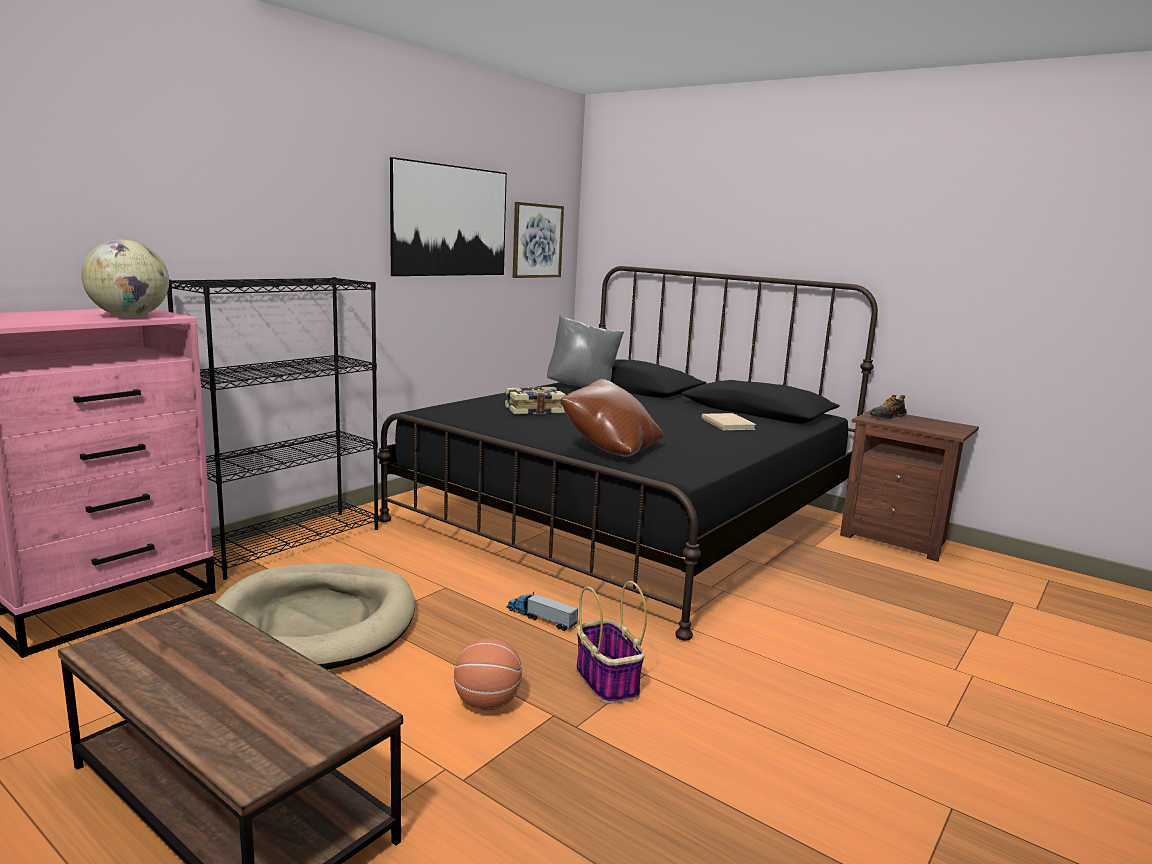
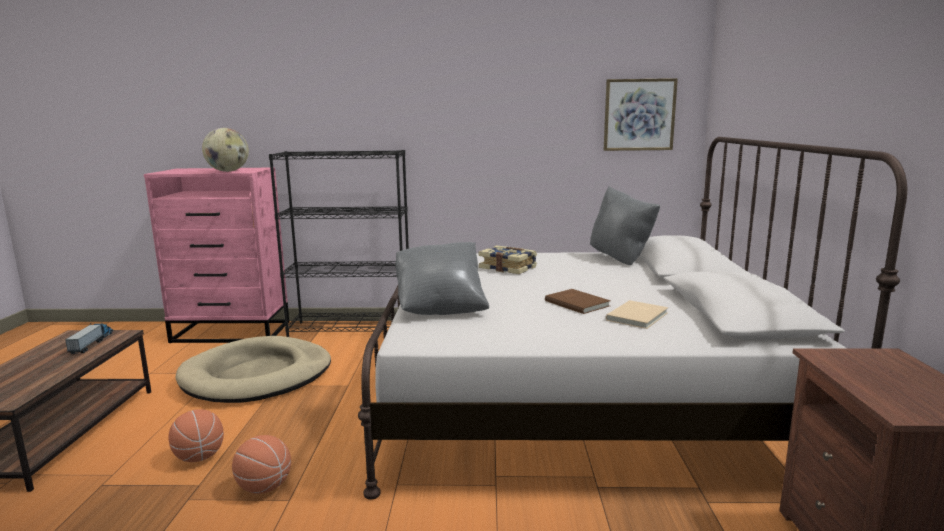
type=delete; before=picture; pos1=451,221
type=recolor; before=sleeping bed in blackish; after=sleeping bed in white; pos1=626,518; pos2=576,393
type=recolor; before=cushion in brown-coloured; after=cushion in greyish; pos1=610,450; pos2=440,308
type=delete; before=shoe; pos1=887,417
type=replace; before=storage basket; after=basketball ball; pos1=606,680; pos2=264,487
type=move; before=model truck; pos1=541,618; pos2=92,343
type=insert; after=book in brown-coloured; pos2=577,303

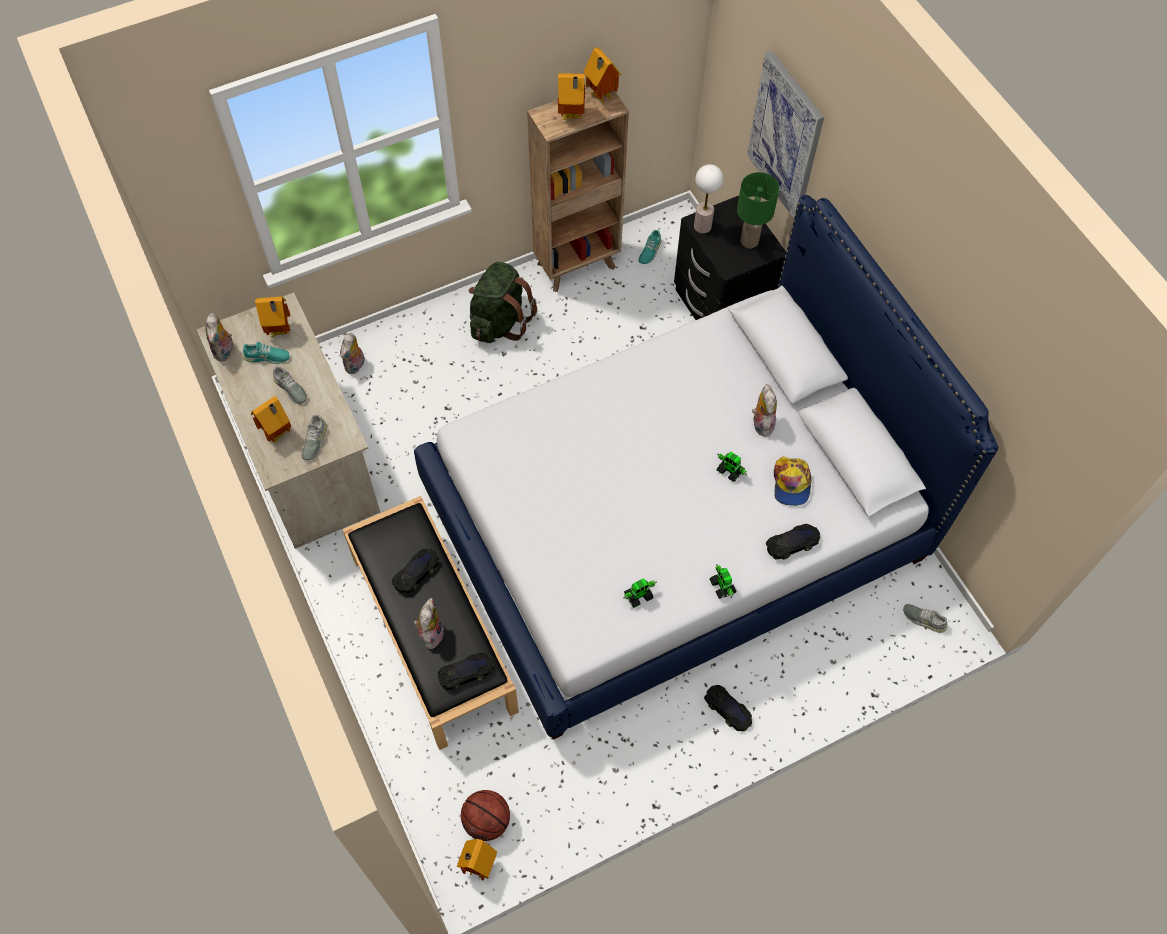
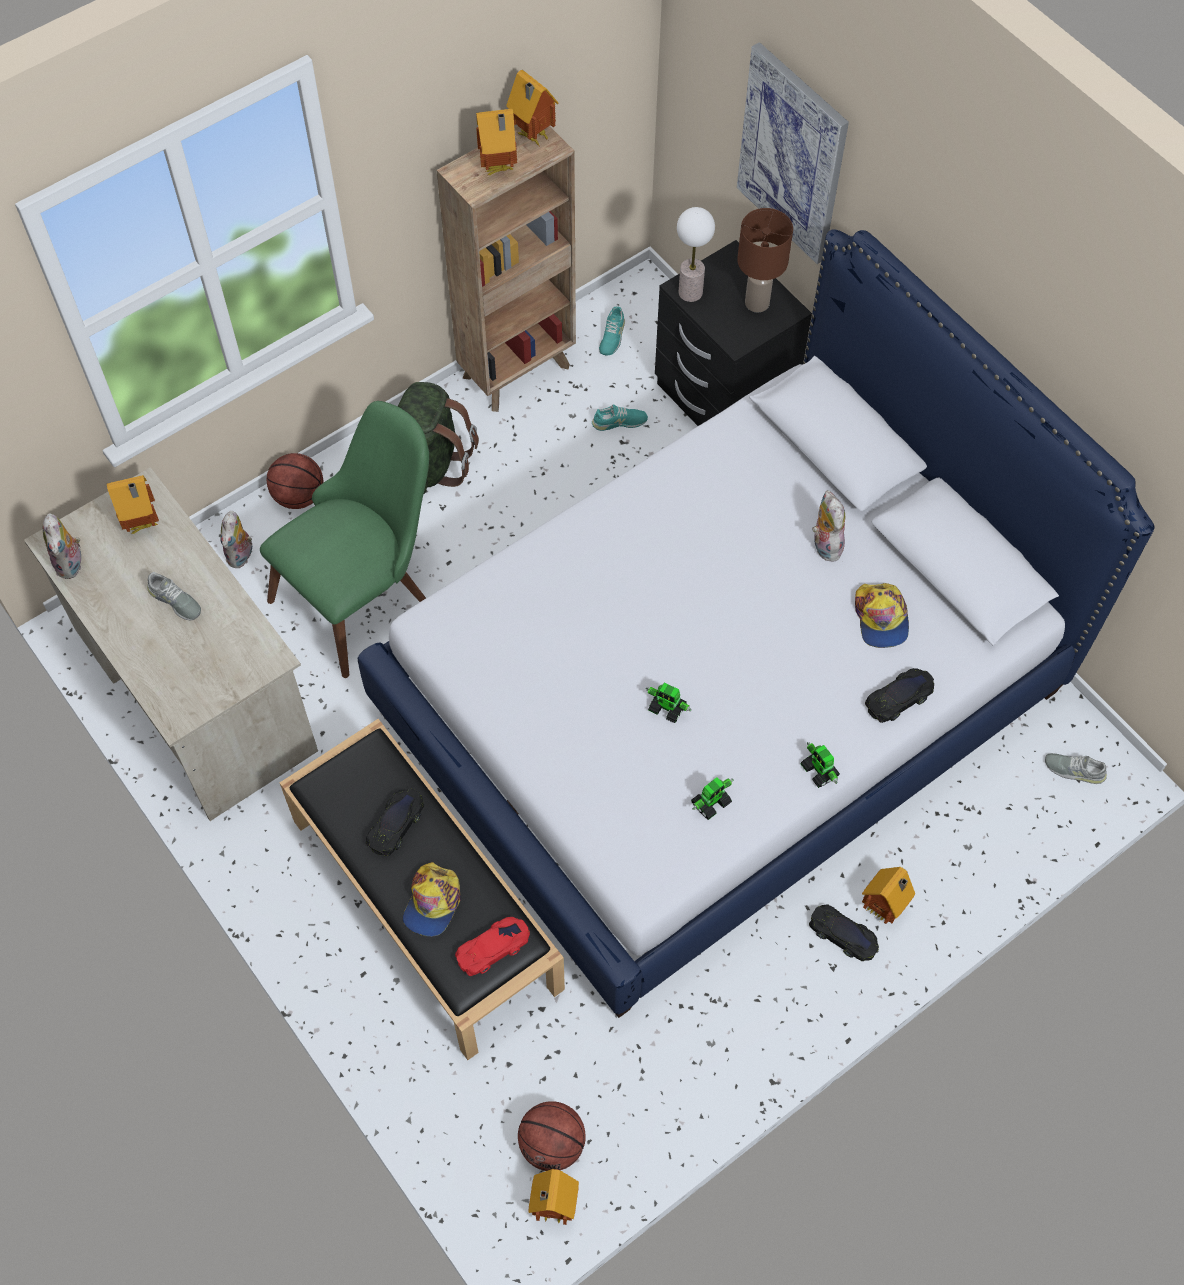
type=recolor; before=table lamp in green; after=table lamp in brown-coloured; pos1=749,240; pos2=756,302
type=move; before=shoe in turquoise-coloured; pos1=266,357; pos2=619,422
type=move; before=toy house; pos1=278,434; pos2=884,909
type=delete; before=shoe in greyish; pos1=314,441
type=move; before=robot figure; pos1=730,471; pos2=667,708
type=replace; before=cuddly toy; after=peaked cap; pos1=430,633; pos2=432,902
type=recolor; before=miniature car in blackish; after=miniature car in reddish; pos1=466,673; pos2=493,948
type=insert; after=chair in green; pos2=365,591
type=insert; after=basketball ball; pos2=298,496

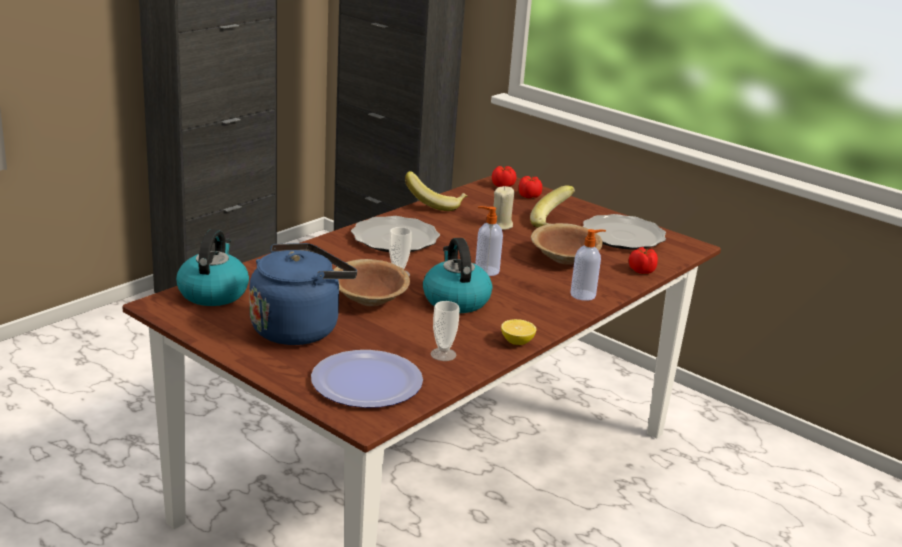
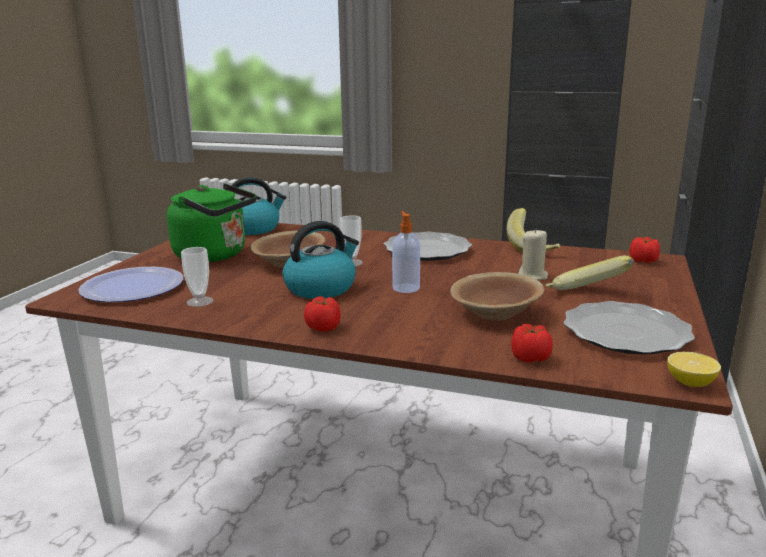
type=move; before=whole tomato; pos1=529,196; pos2=324,327
type=delete; before=soap dispenser; pos1=584,295
type=recolor; before=tea kettle in blue; after=tea kettle in green; pos1=298,328; pos2=215,255
type=move; before=whole lemon; pos1=517,342; pos2=690,383

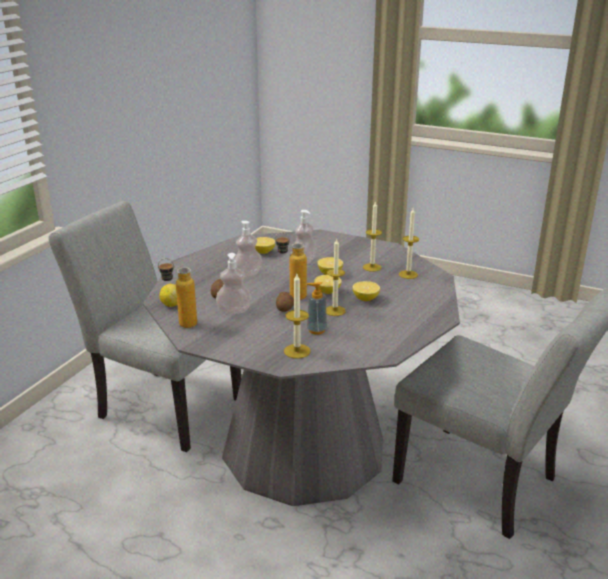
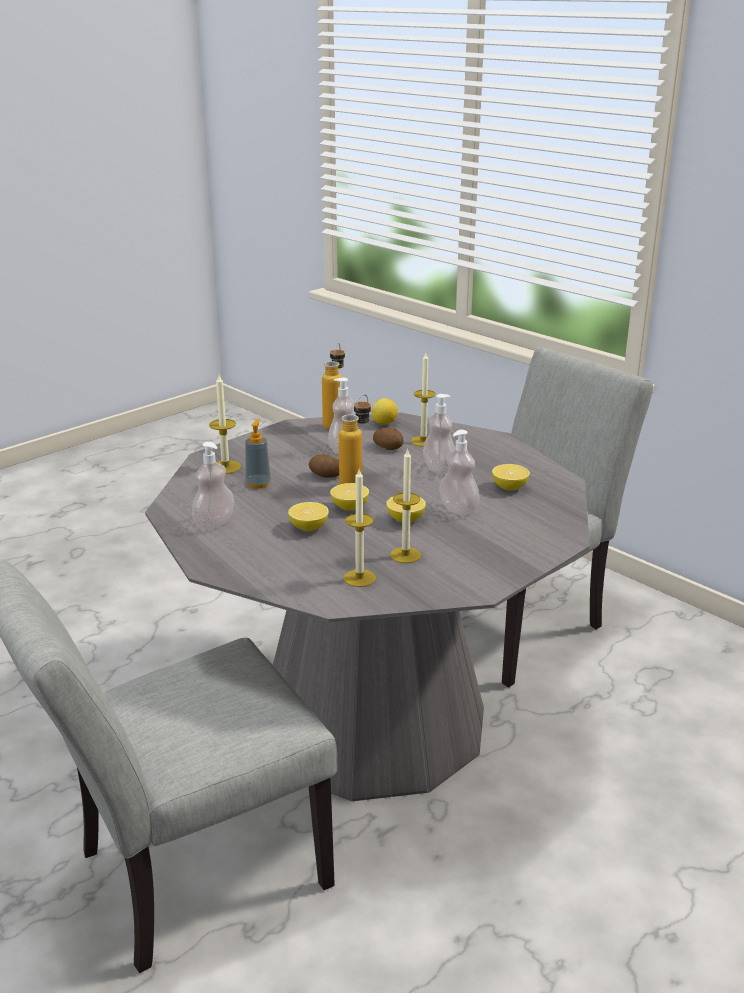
type=move; before=candle; pos1=335,311; pos2=423,441
type=insert; after=soap dispenser; pos2=214,523

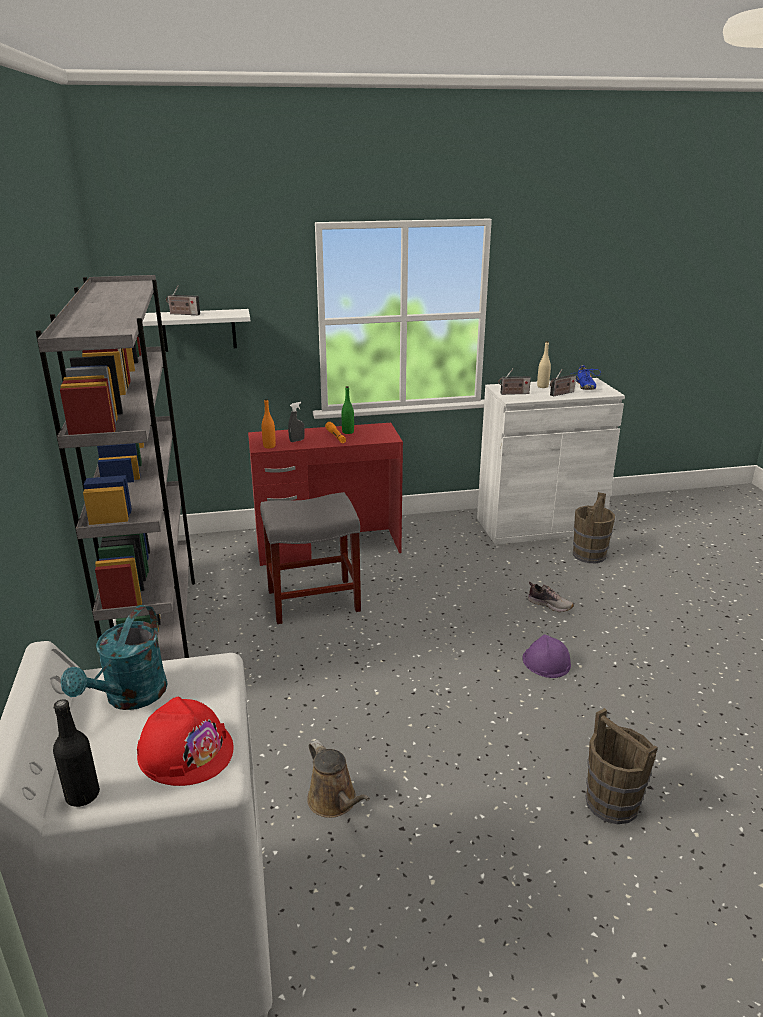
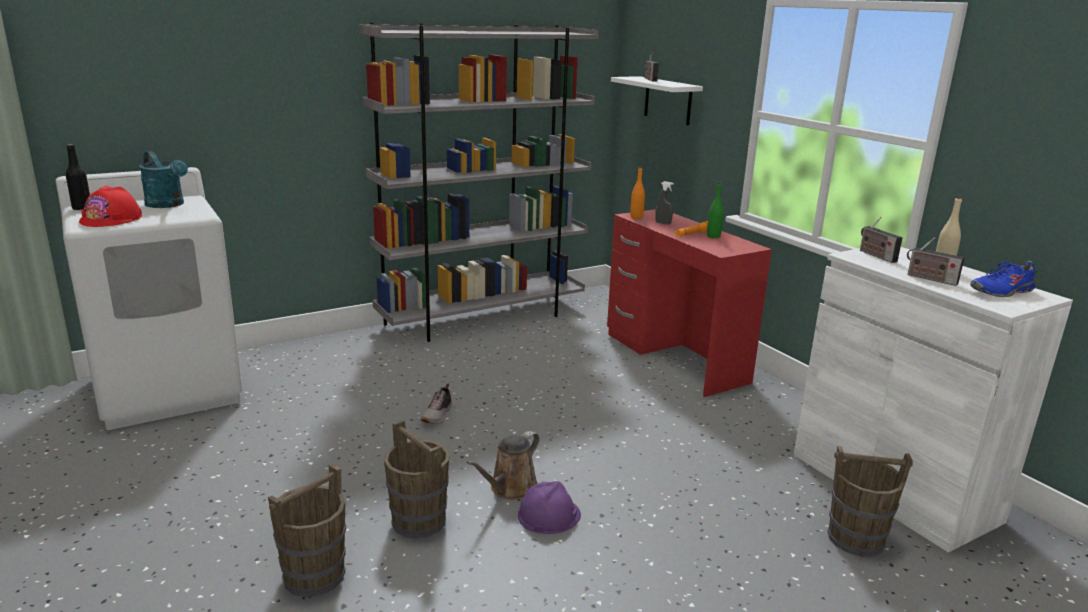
type=delete; before=stool seat in greyish; pos1=312,601
type=move; before=shoe; pos1=549,605; pos2=438,415
type=rotate; before=sprinkling can in turquoise-coloured; pos1=130,698; pos2=168,205; turn=-135
type=move; before=sprinkling can in brown-coloured; pos1=334,802; pos2=510,488
type=insert; after=bucket in brown-coloured; pos2=418,520

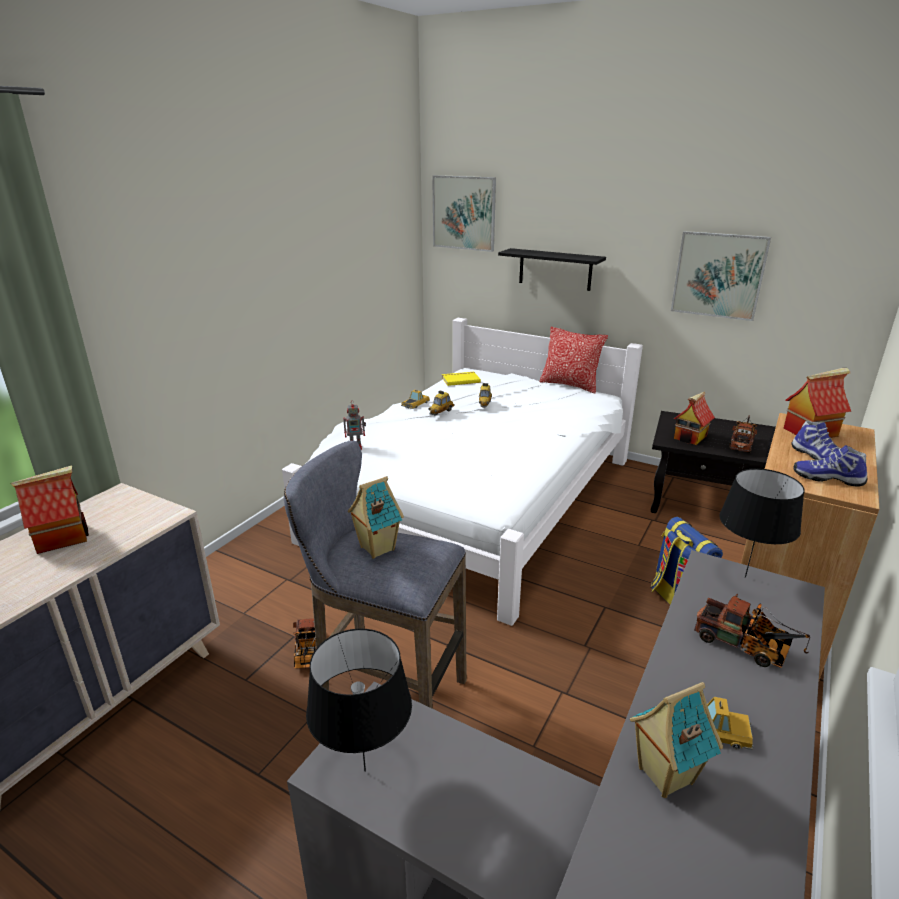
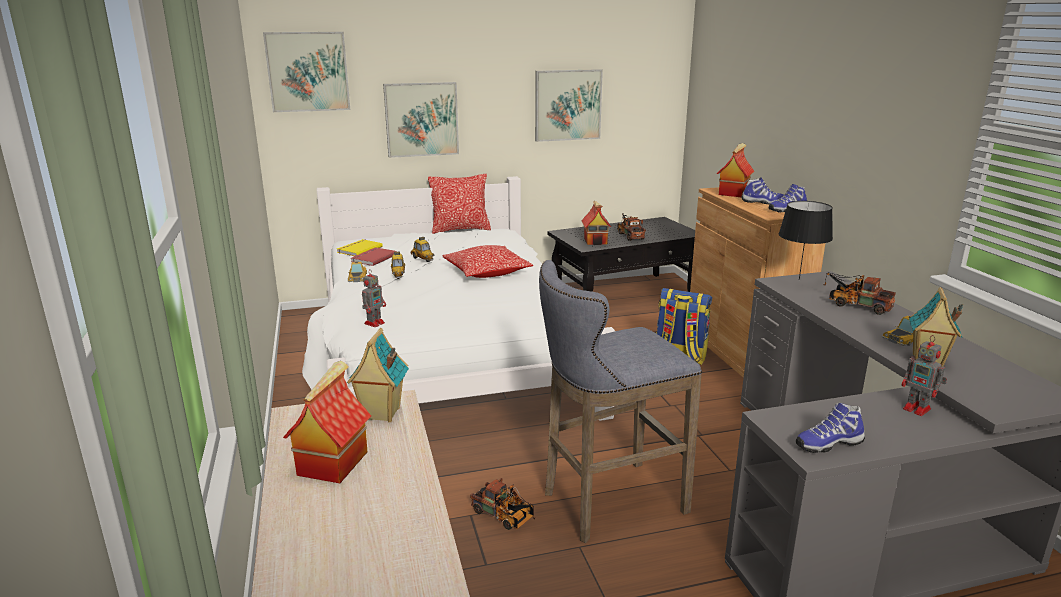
type=replace; before=bracket shelf in blackish; after=picture; pos1=555,269; pos2=421,119
type=move; before=toy house; pos1=376,548; pos2=380,414
type=rotate; before=model truck; pos1=746,647; pos2=855,305; turn=-135
type=replace; before=table lamp in blackish; after=shoe; pos1=365,772; pos2=828,443
type=insert; after=cushion; pos2=487,272
type=insert; after=book in reddish; pos2=373,258
type=insert; after=robot figure; pos2=918,409

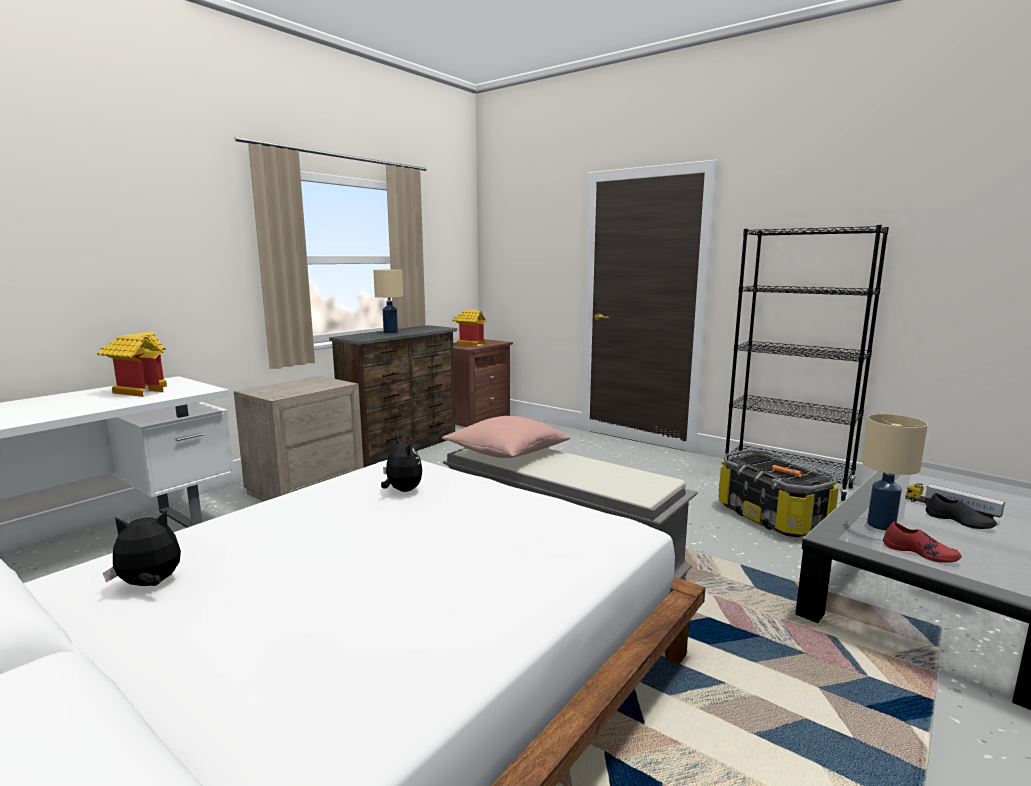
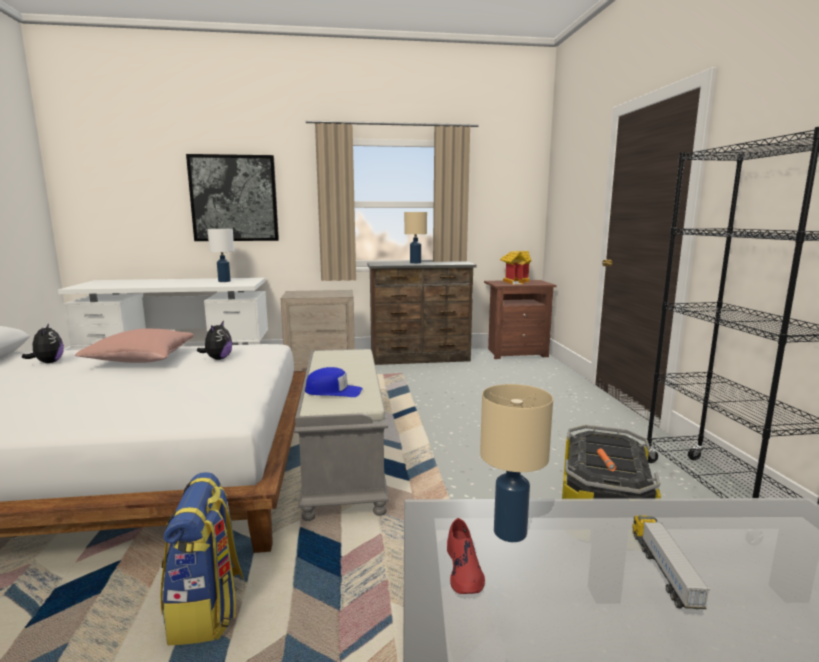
type=replace; before=toy house; after=table lamp in white; pos1=139,390; pos2=224,281
type=move; before=cushion in pink; pos1=506,453; pos2=141,359
type=delete; before=shoe in blackish; pos1=959,521
type=rotate; before=cuddly toy; pos1=150,585; pos2=48,362; turn=45
type=insert; after=picture; pos2=234,198
type=insert; after=peaked cap in blue; pos2=334,391
type=insert; after=knapsack; pos2=207,609

